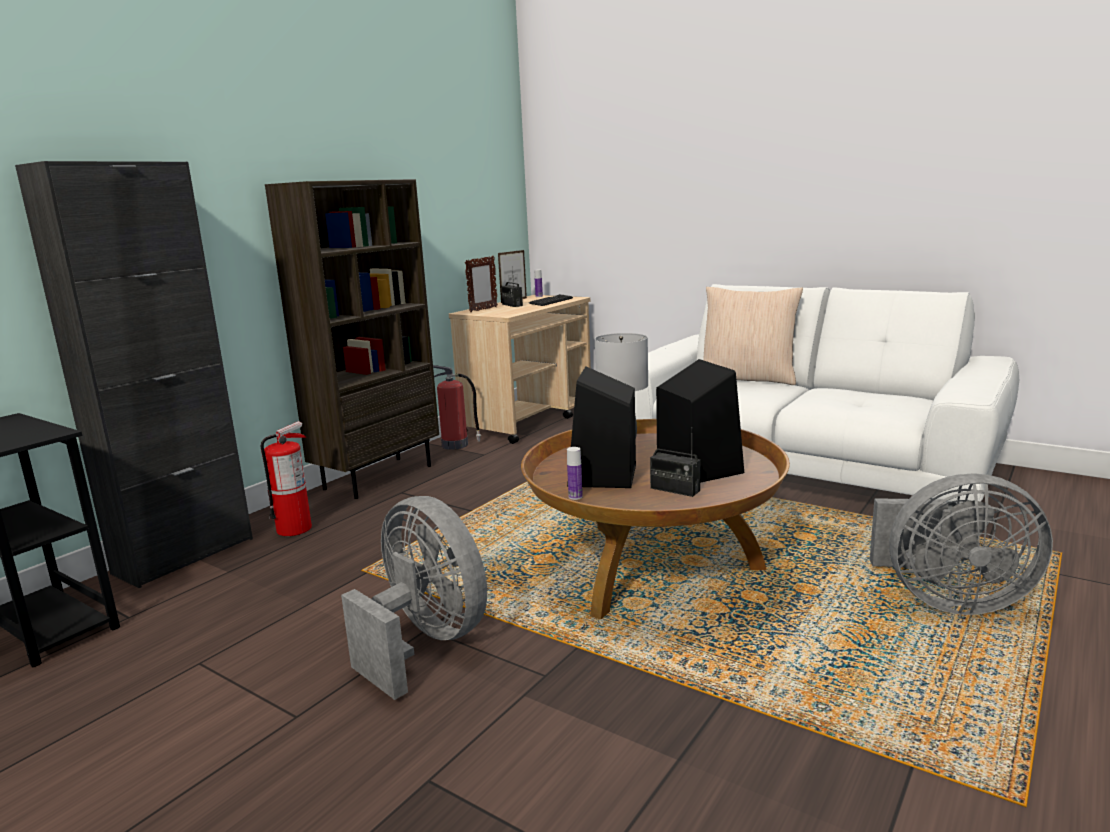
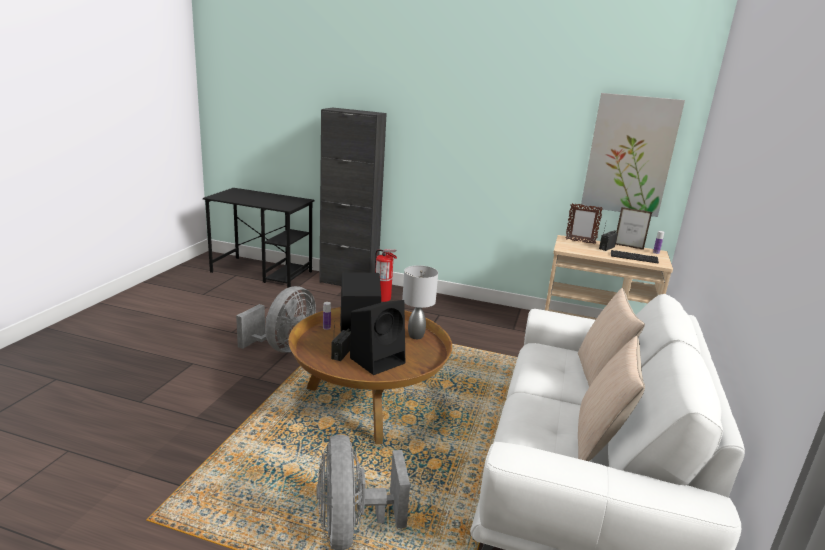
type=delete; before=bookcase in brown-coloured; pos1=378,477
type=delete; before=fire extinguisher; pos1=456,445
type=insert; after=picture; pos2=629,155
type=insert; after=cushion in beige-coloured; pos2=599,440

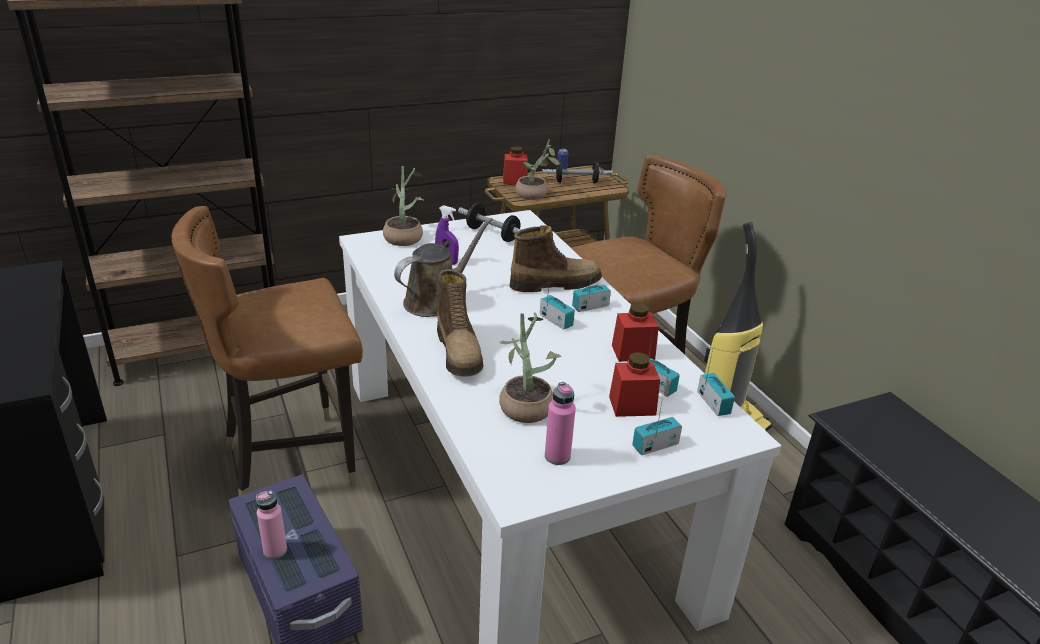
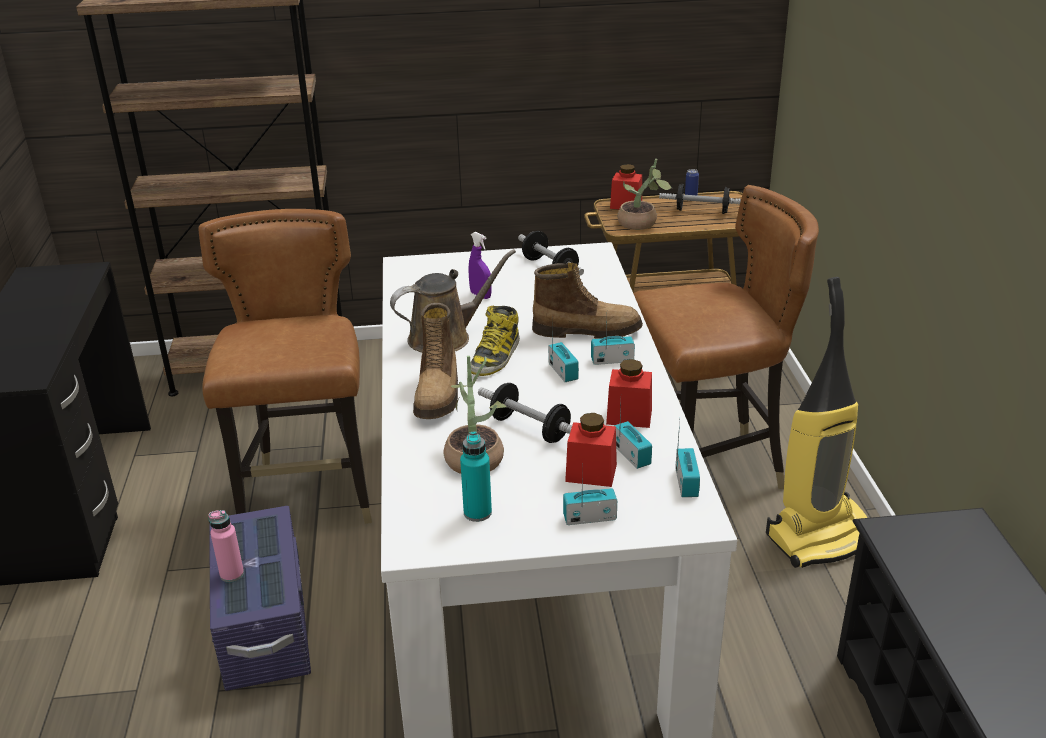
type=delete; before=houseplant; pos1=404,236
type=rotate; before=chair in brown-coloured; pos1=293,461; pos2=309,496; turn=90
type=recolor; before=drink bottle in pink; after=drink bottle in turquoise-coloured; pos1=557,456; pos2=477,513
type=insert; after=boot; pos2=495,357
type=insert; after=dumbbell; pos2=530,428

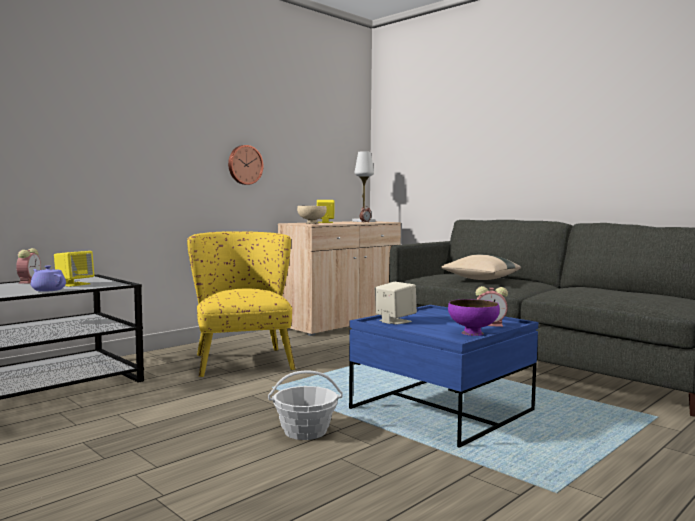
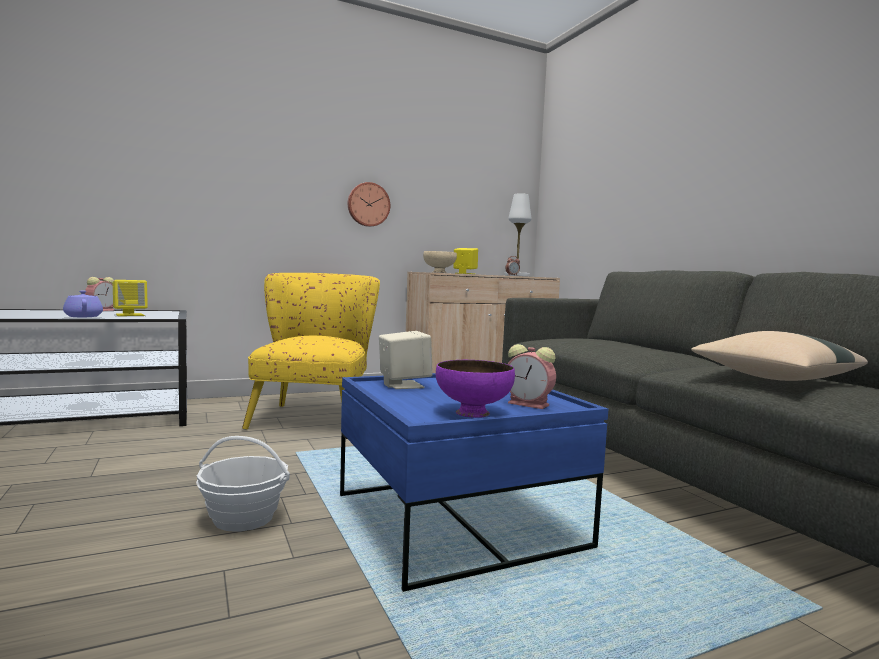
type=move; before=cushion in beige-coloured; pos1=480,279; pos2=772,378

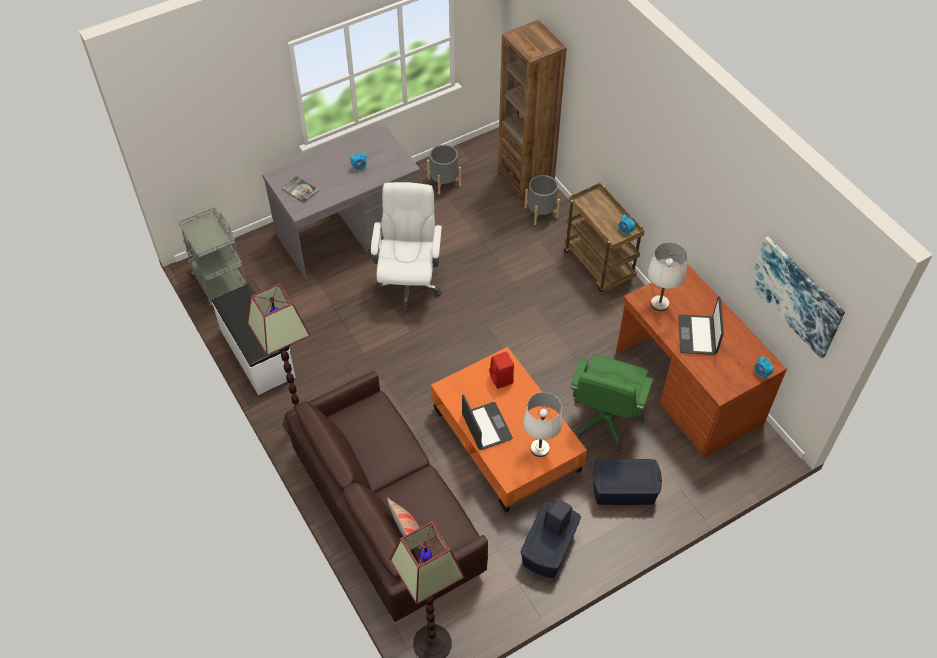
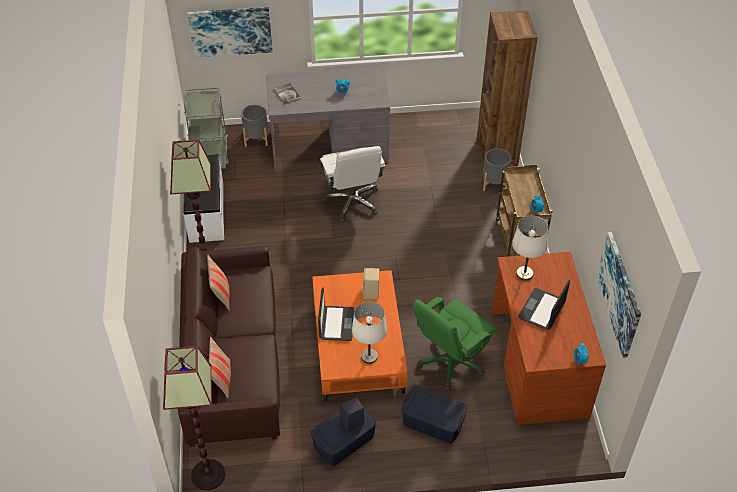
type=move; before=flower pot in greyish; pos1=444,182; pos2=256,138
type=rotate; before=computer chair in white; pos1=408,284; pos2=352,201; turn=135
type=recolor; before=speaker in reddish; after=speaker in beige-coloured; pos1=502,379; pos2=371,293
type=insert; after=picture; pos2=230,31
type=insert; after=cushion; pos2=221,294

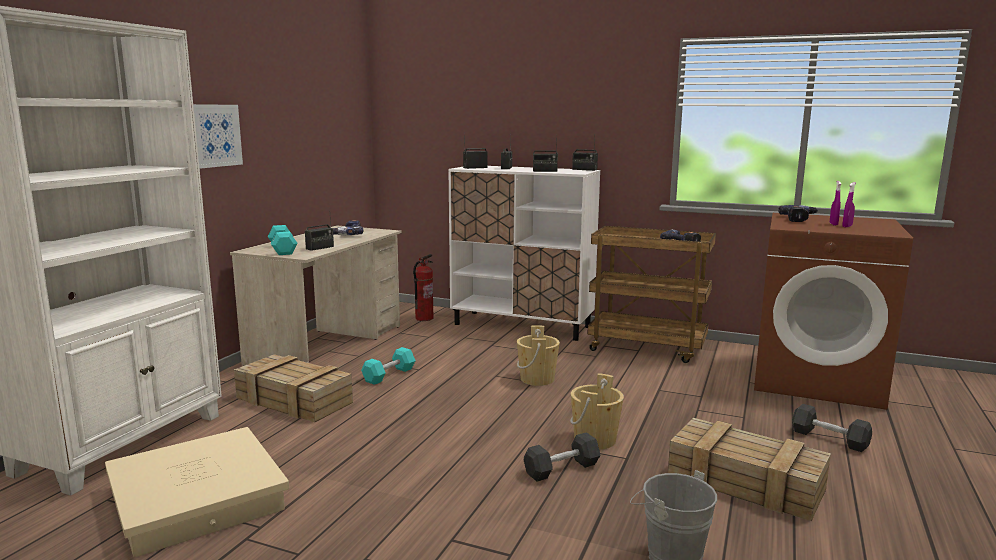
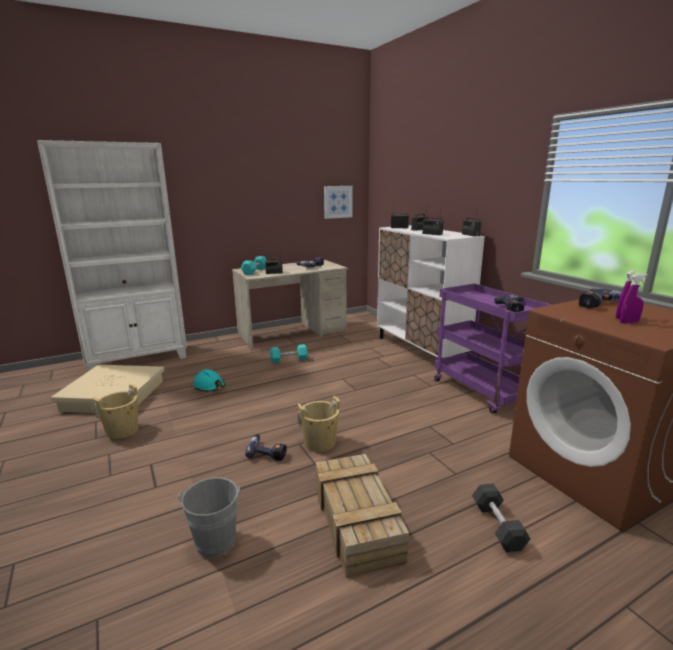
type=move; before=picture; pos1=215,135; pos2=338,202
type=recolor; before=trolley in brown-coloured; after=trolley in purple-coloured; pos1=648,348; pos2=483,392
type=delete; before=fire extinguisher; pos1=424,318
type=move; before=bucket in beige-coloured; pos1=537,379; pos2=122,430
type=delete; before=crate; pos1=292,400
type=replace; before=dumbbell in blackish; after=drill; pos1=561,469; pos2=267,452
type=insert; after=work helmet in turquoise-coloured; pos2=209,387

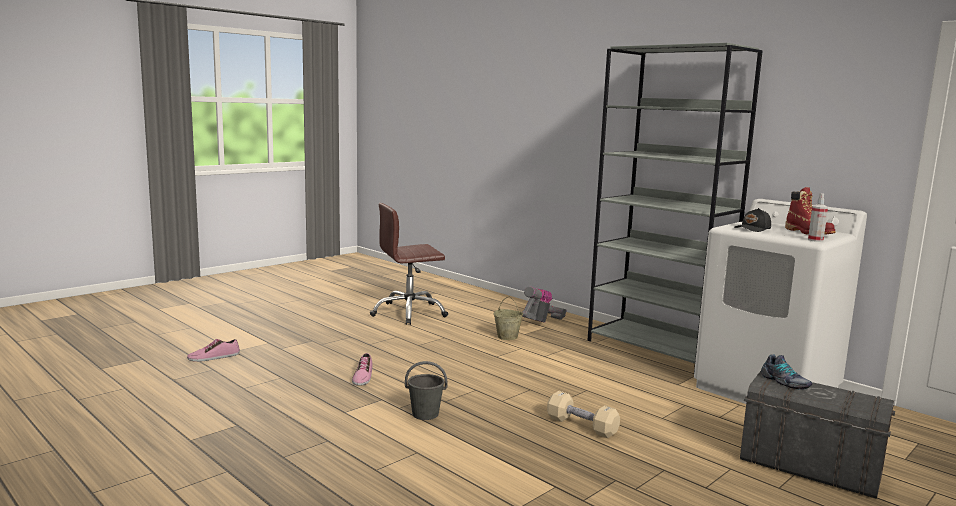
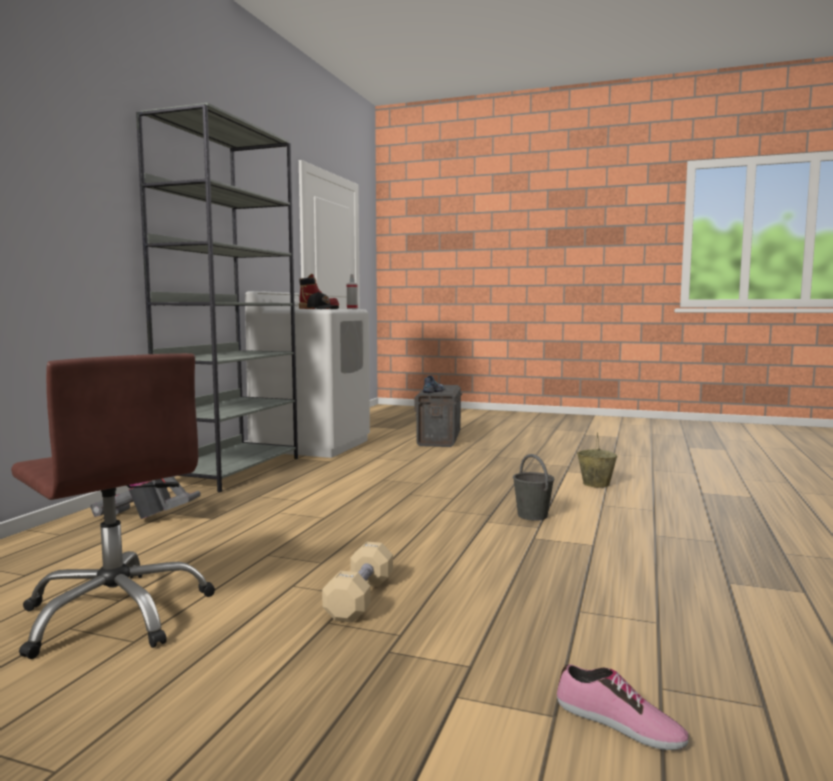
type=move; before=bucket in beige-coloured; pos1=507,337; pos2=595,484
type=delete; before=shoe; pos1=362,376
type=move; before=dumbbell in beige-coloured; pos1=582,426; pos2=360,598

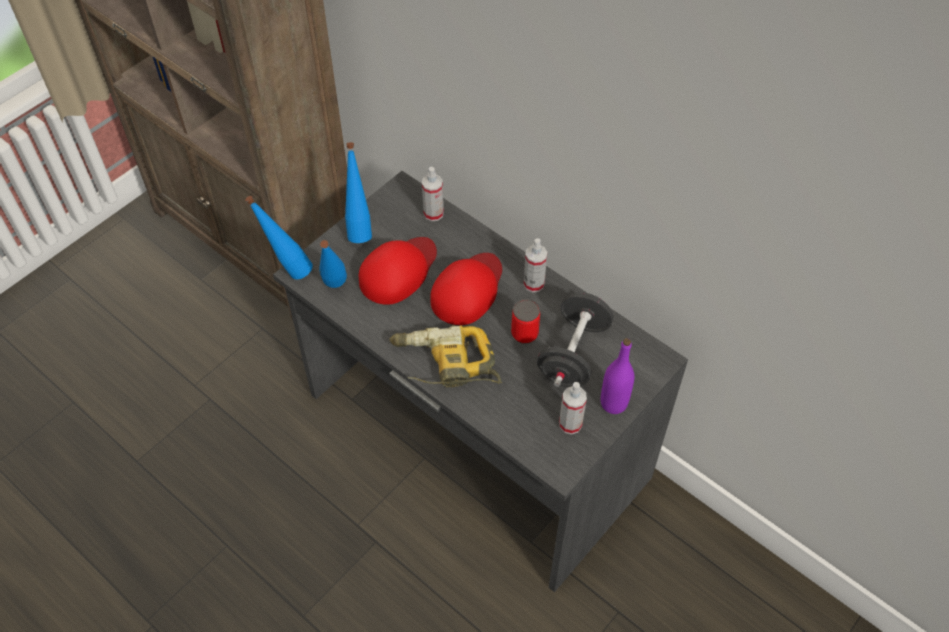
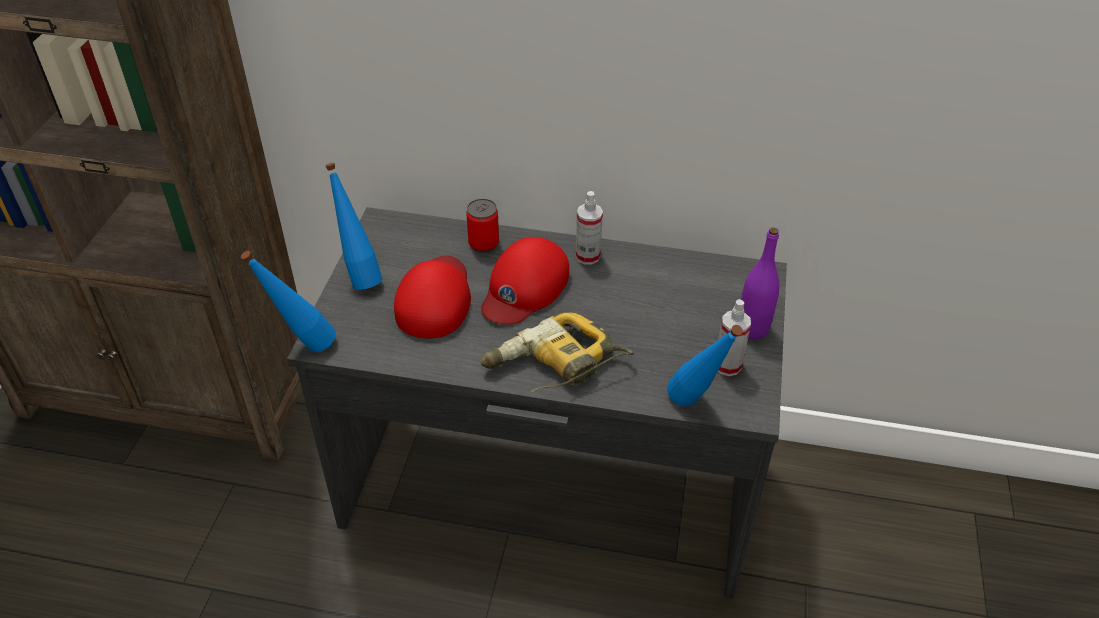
type=delete; before=sprayer; pos1=433,213
type=move; before=drink bottle in blue; pos1=335,290; pos2=696,407
type=rotate; before=peaked cap in reddish; pos1=468,290; pos2=524,287; turn=-150
type=delete; before=dumbbell in blackish; pos1=573,354
type=move; before=metal can; pos1=524,333; pos2=483,243

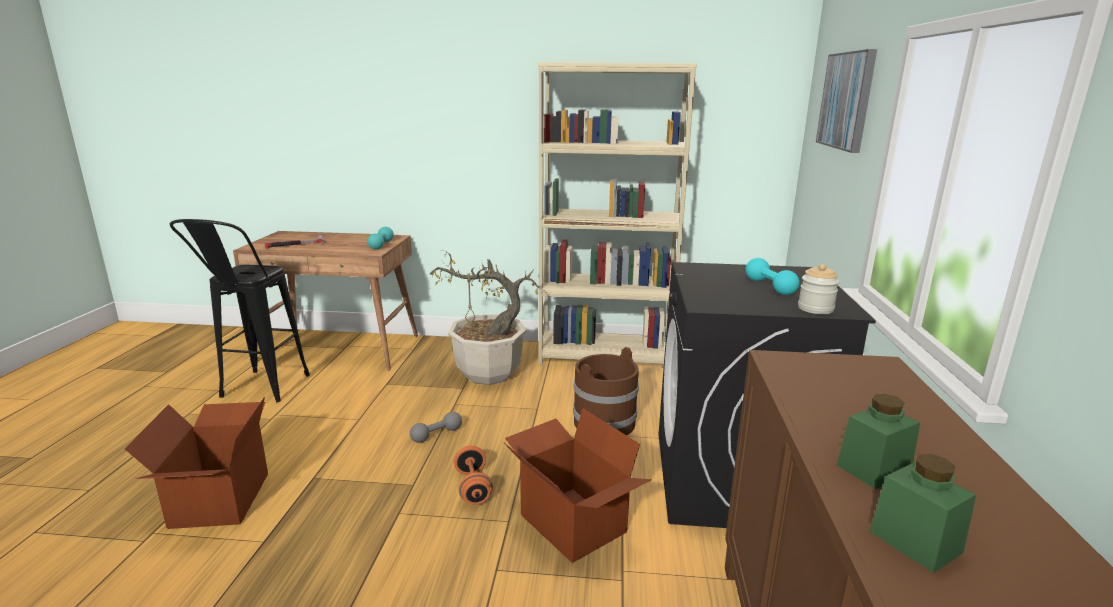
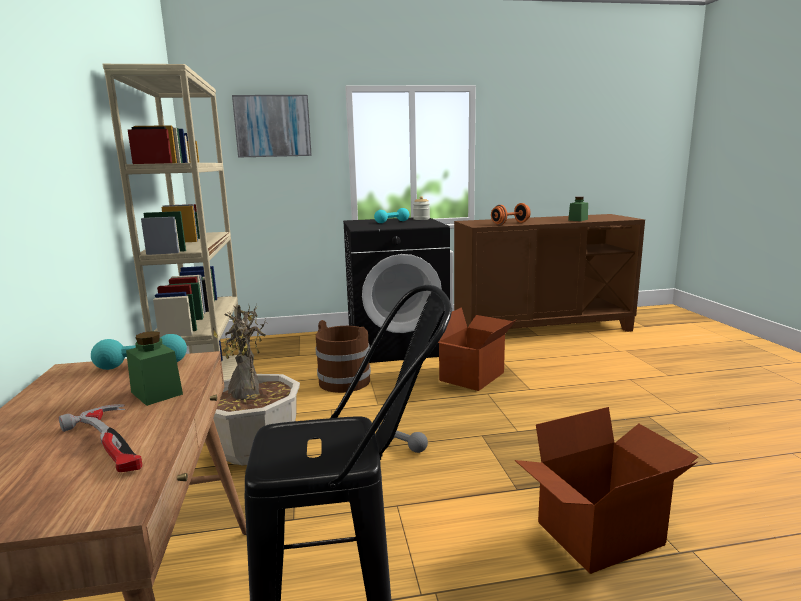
type=move; before=preserve jar in green; pos1=873,469; pos2=156,393
type=move; before=dumbbell in orange; pos1=473,487; pos2=510,223

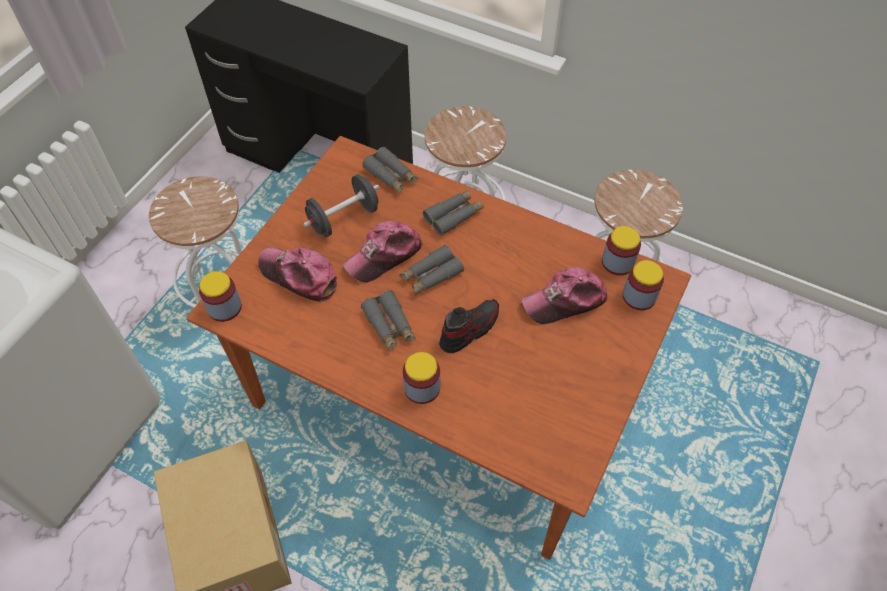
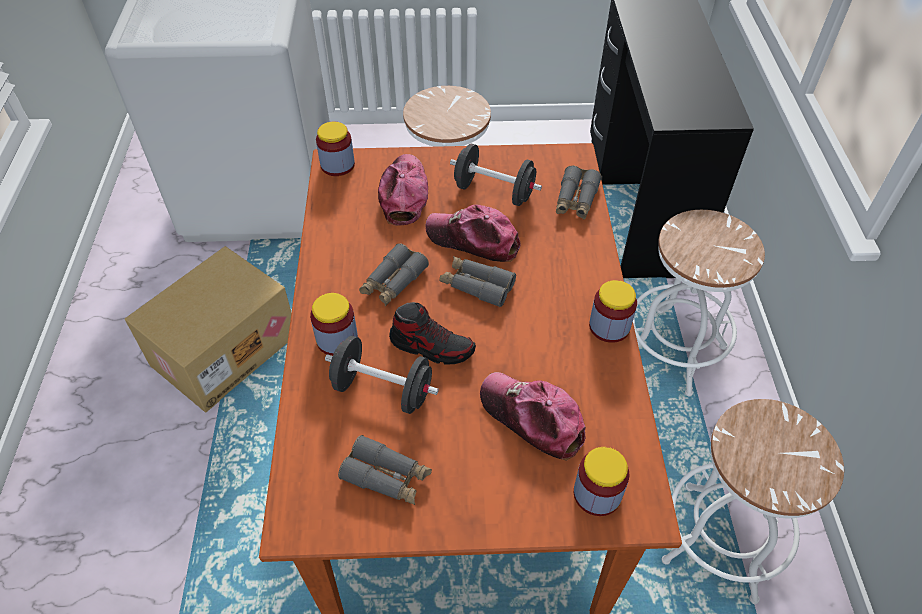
type=move; before=pair of binoculars in greyish; pos1=454,216; pos2=387,477
type=move; before=preserve jar; pos1=618,262; pos2=609,326
type=insert; after=dumbbell in blackish; pos2=383,390

